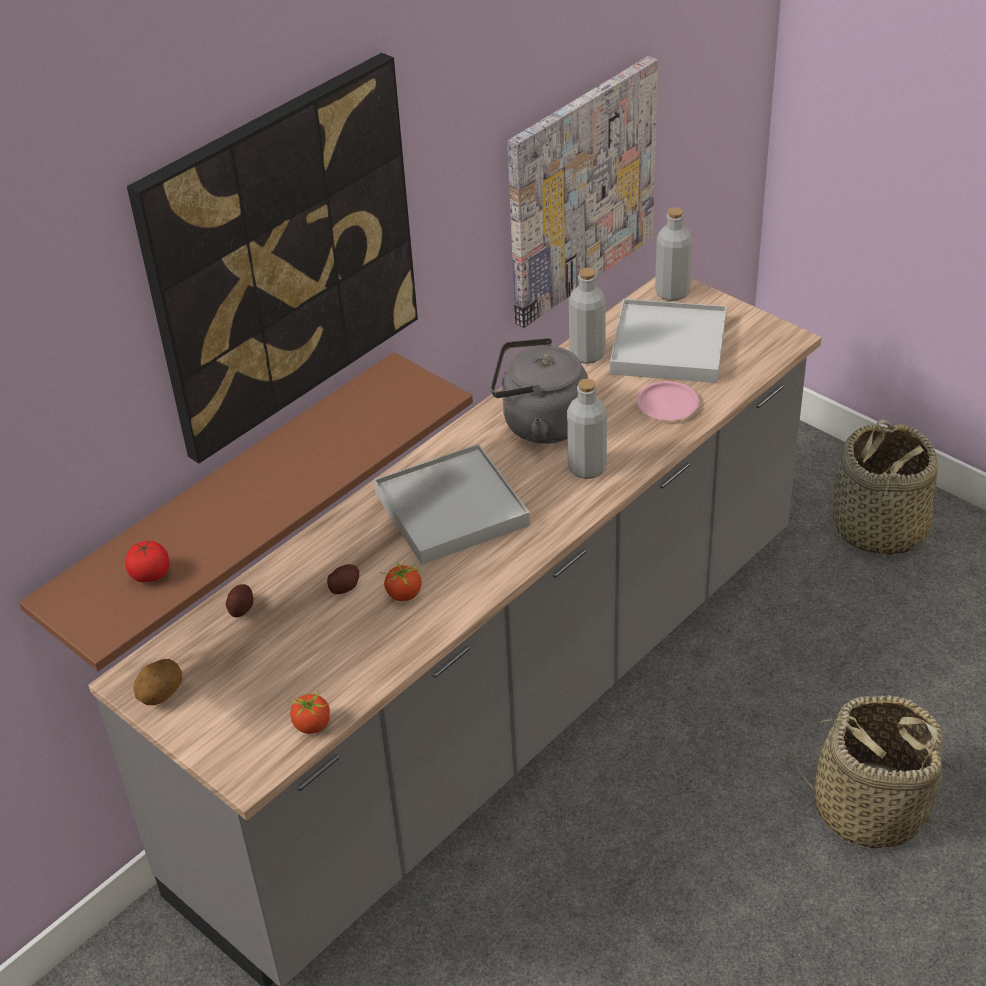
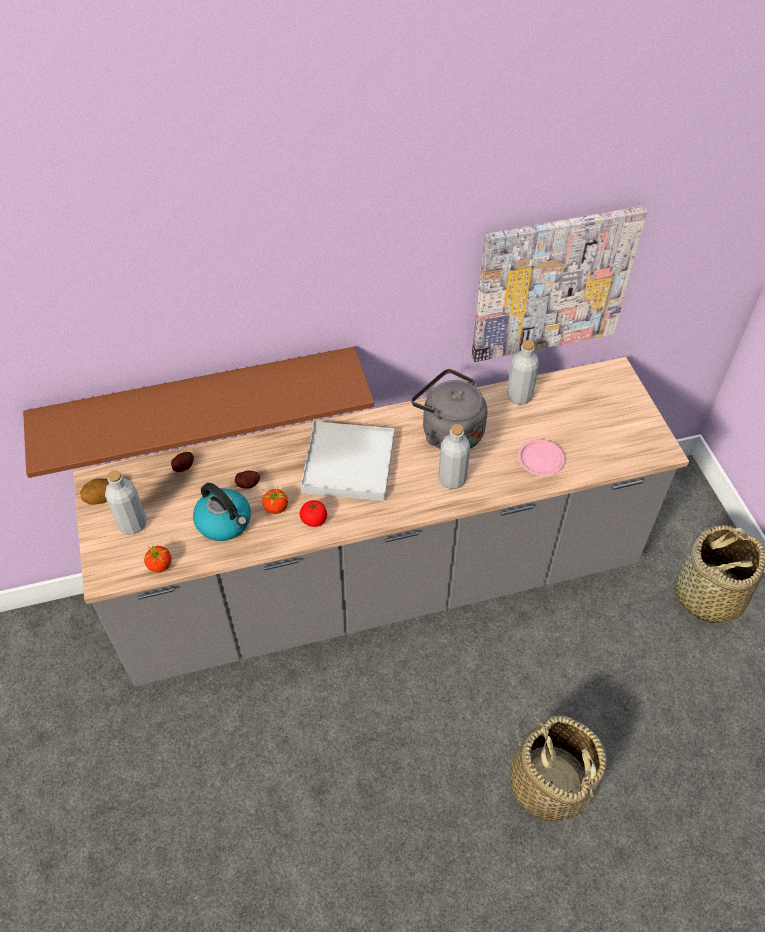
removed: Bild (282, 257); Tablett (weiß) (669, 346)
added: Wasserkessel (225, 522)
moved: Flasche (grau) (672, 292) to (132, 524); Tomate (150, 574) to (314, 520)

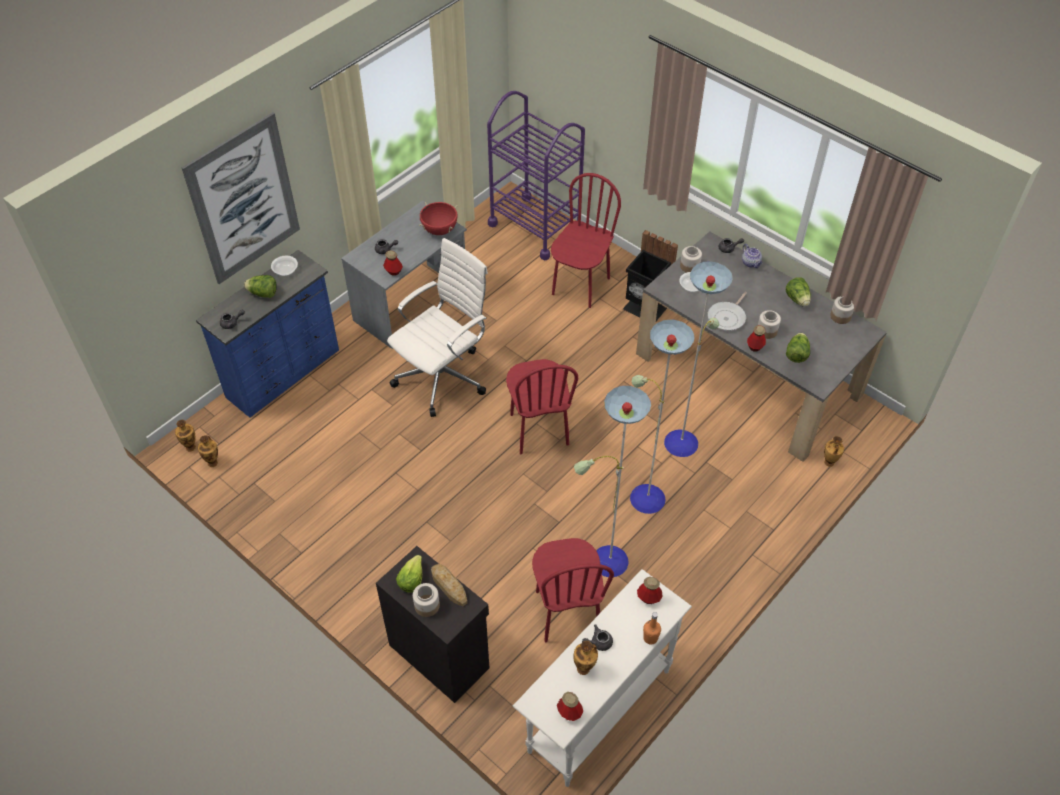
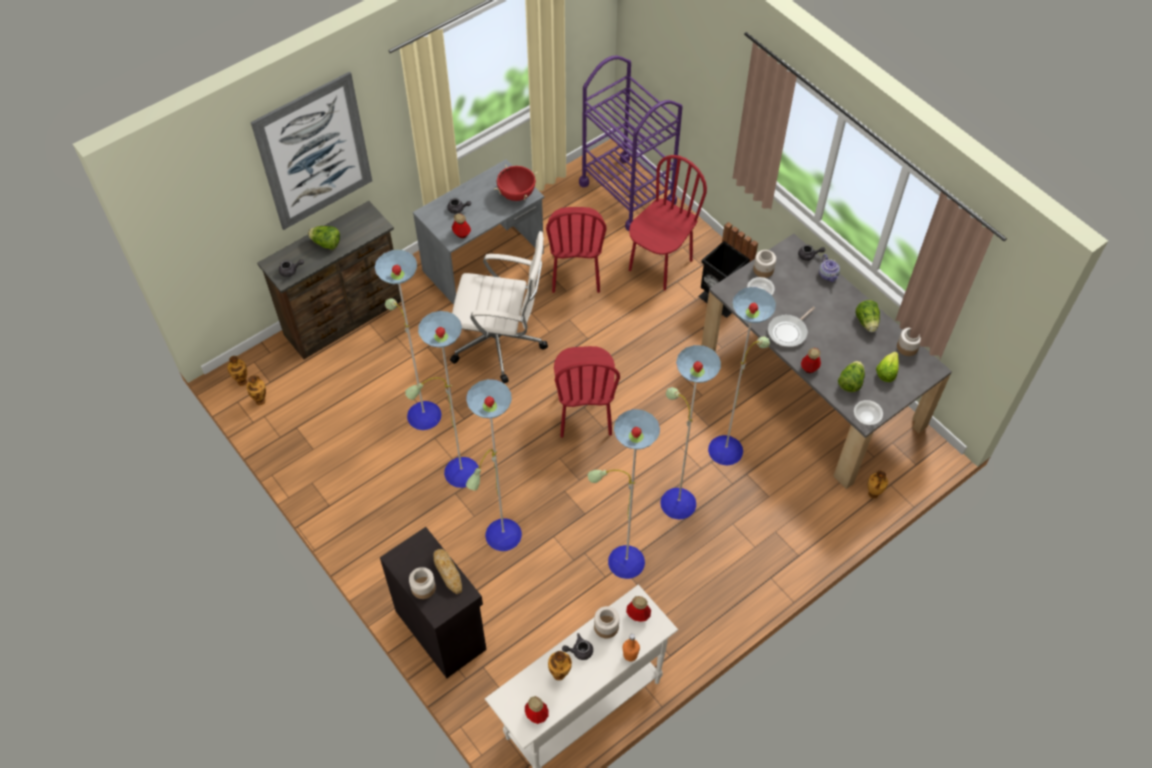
added: Stehlampe (459, 473)
moved: Schüssel (285, 270) to (866, 417); Vorratsglas (767, 331) to (606, 626); Stuhl (rot) (567, 612) to (576, 273); Salatkopf (411, 579) to (886, 372)
recoloured: Kommode (blau) (285, 374) to Kommode (braun) (345, 318)
turned: Bürostuhl (weiß) (443, 376) = (501, 343) 45 degrees clockwise

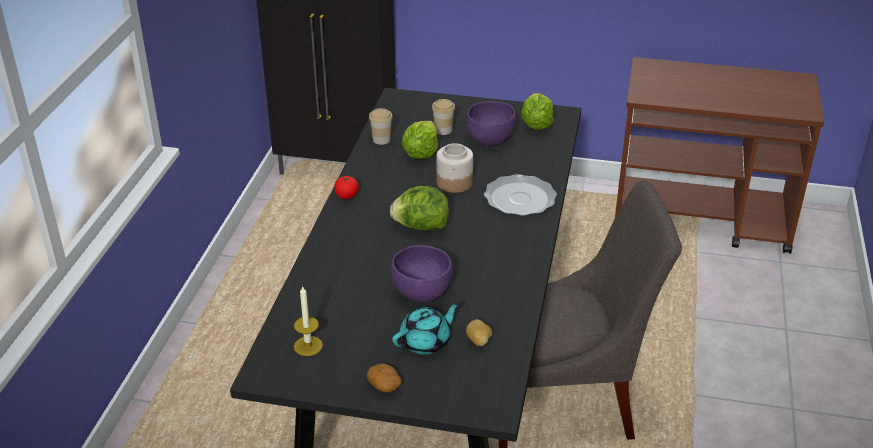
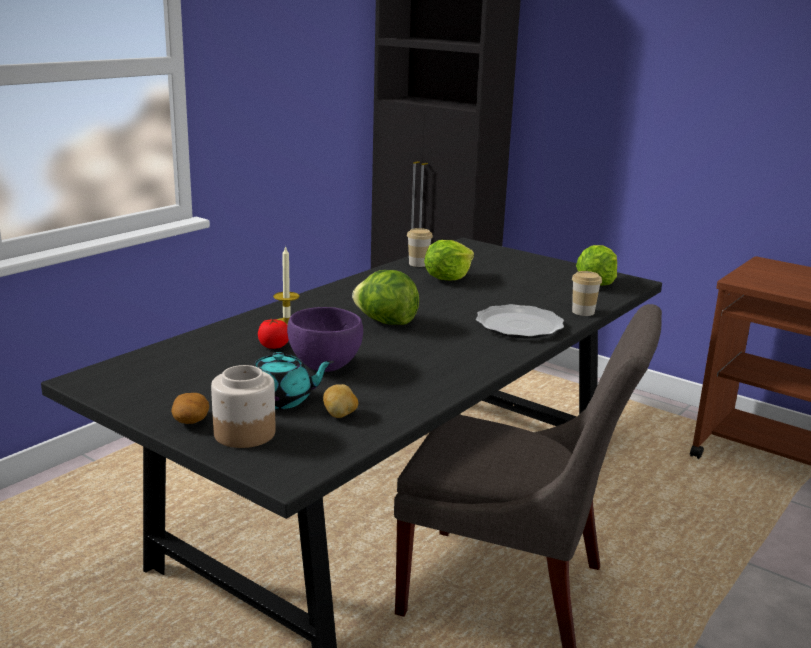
removed: Schüssel (lila) (490, 140)
moved: Tasse (443, 130) to (583, 312); Vorratsglas (454, 183) to (244, 434); Tomate (346, 195) to (274, 346); Kerze (308, 346) to (286, 323)

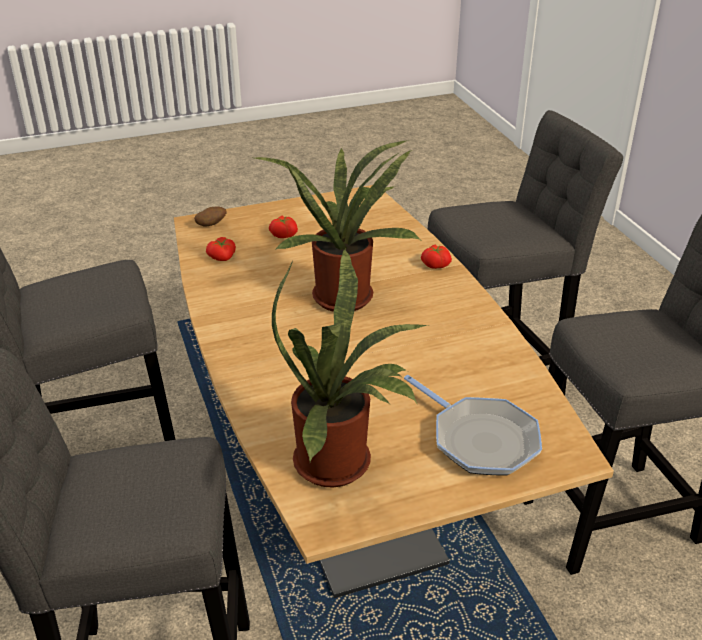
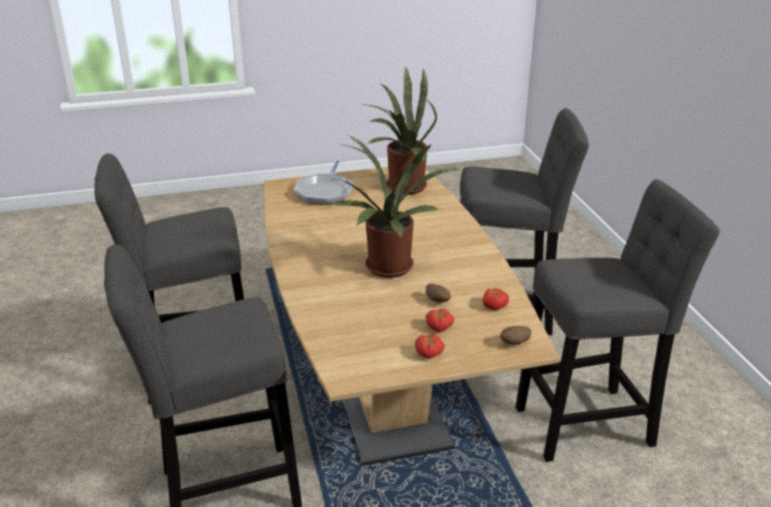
added: Kartoffel (437, 301)
moved: Tomate (436, 264) to (428, 354)
turned: Pfanne (480, 439) = (325, 192) 135 degrees counterclockwise

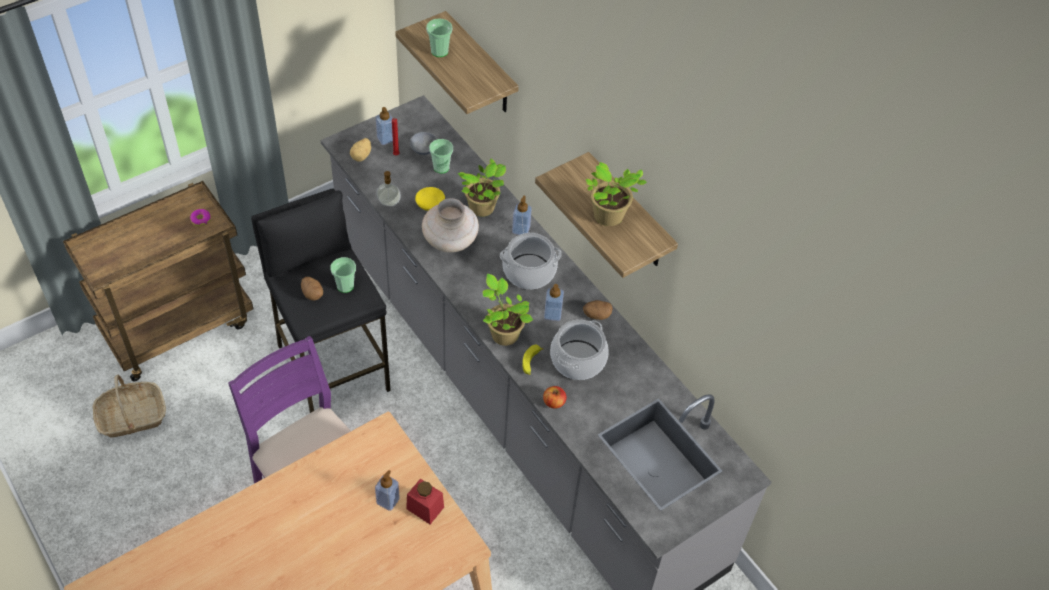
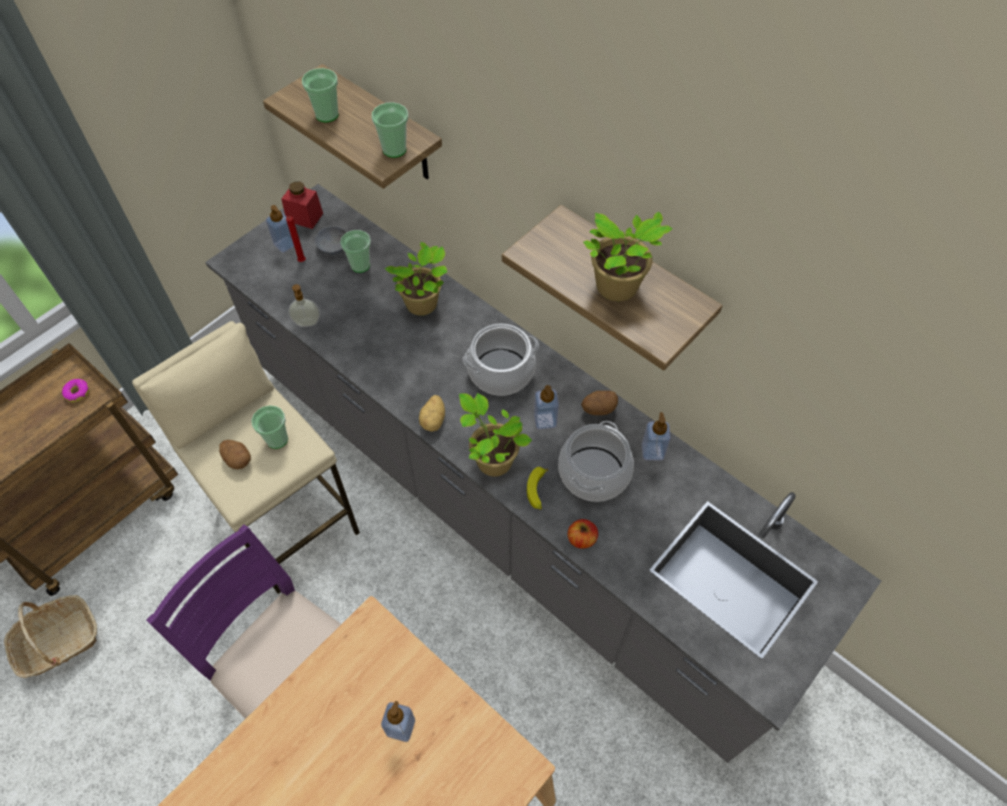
removed: Schüssel (gelb) (430, 204); Vase (beige) (450, 242)
added: Tasse (394, 149)
moved: Kartoffel (362, 156) to (434, 420); Seifenspender (521, 229) to (652, 451); Vorratsglas (rot) (425, 508) to (305, 217)
recoloured: Hocker (schwarz) (333, 367) to Hocker (beige) (287, 520)

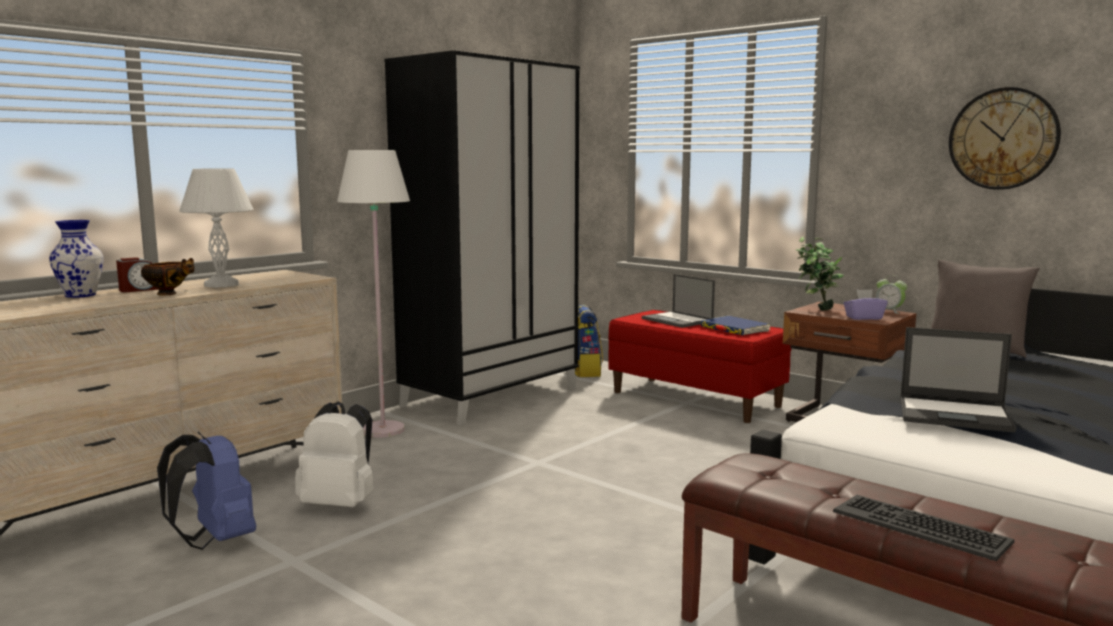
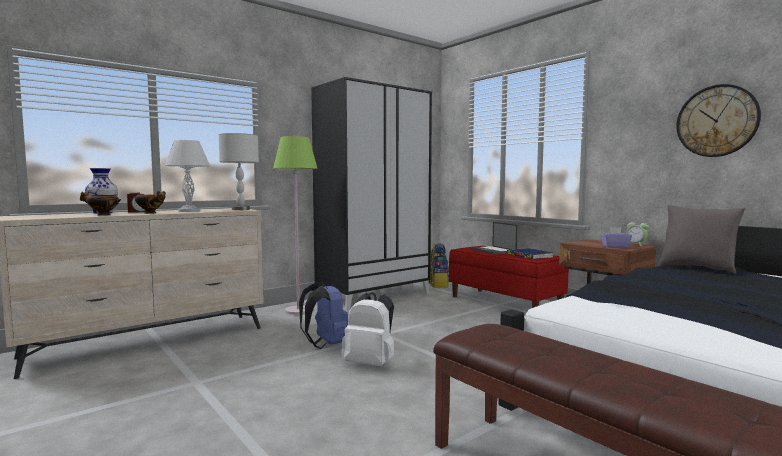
removed: Topfpflanze (815, 310); Laptop (956, 415); Tastatur (920, 527)
added: Tischlampe (grau) (241, 209); Schüssel (102, 215)
moved: Rucksack (weiß) (340, 504) to (371, 363); Rucksack (blau) (215, 540) to (326, 345)
recoloured: Stehlampe (weiß) (383, 430) to Stehlampe (grün) (298, 310)

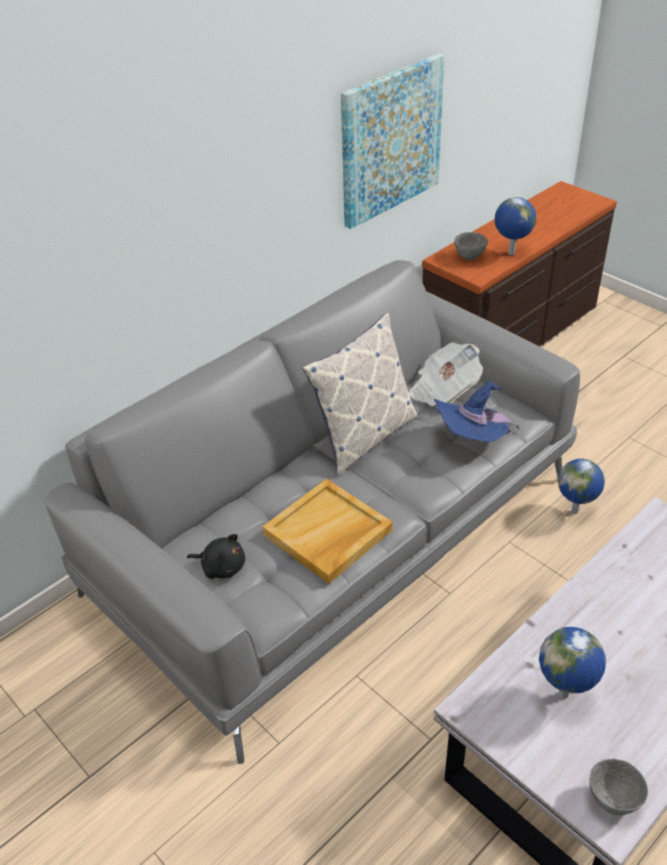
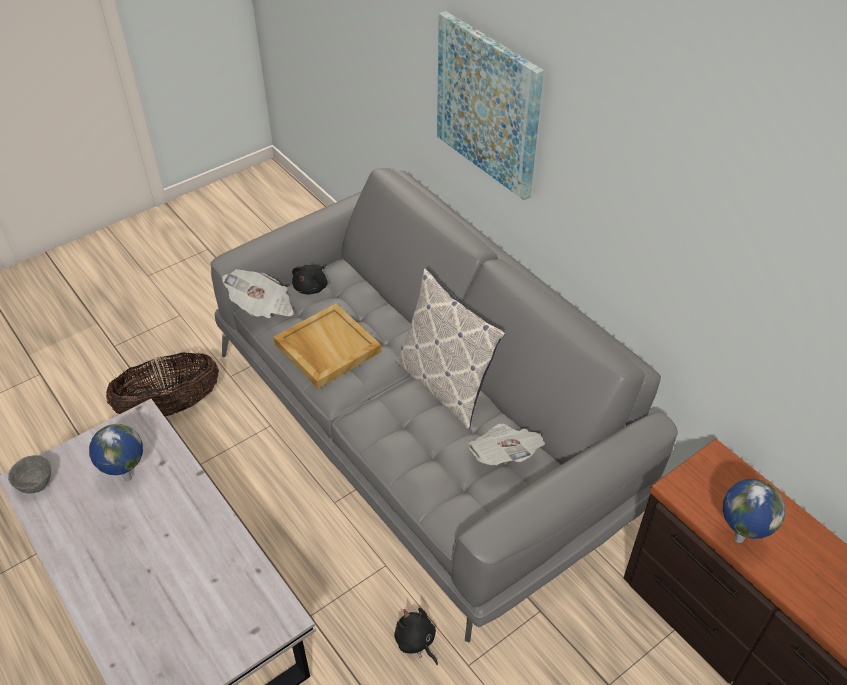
removed: Schüssel (grau) (469, 256); Hut (blau) (472, 440)
added: Zeitung (262, 306); Korb (170, 407)
moved: Bild (390, 141) to (488, 105)
replaced: Globus (575, 511) to Plüschtier (schwarz) (416, 641)

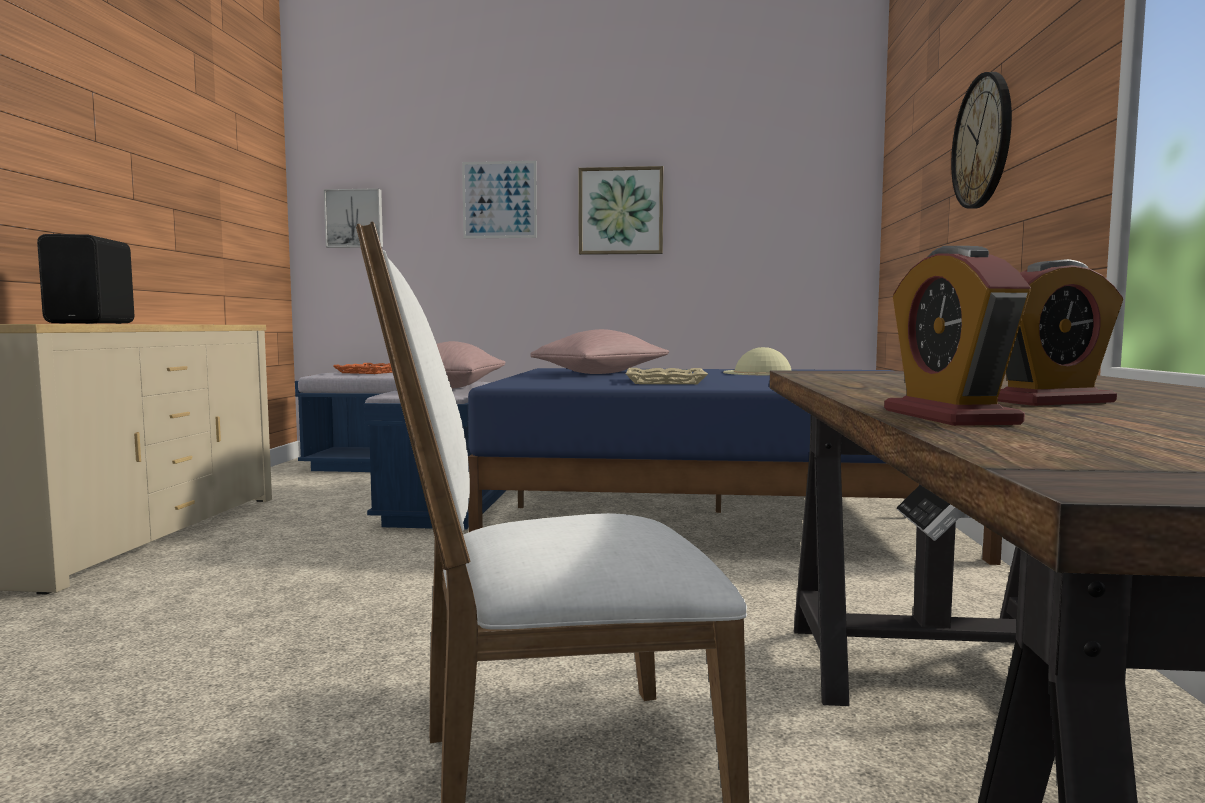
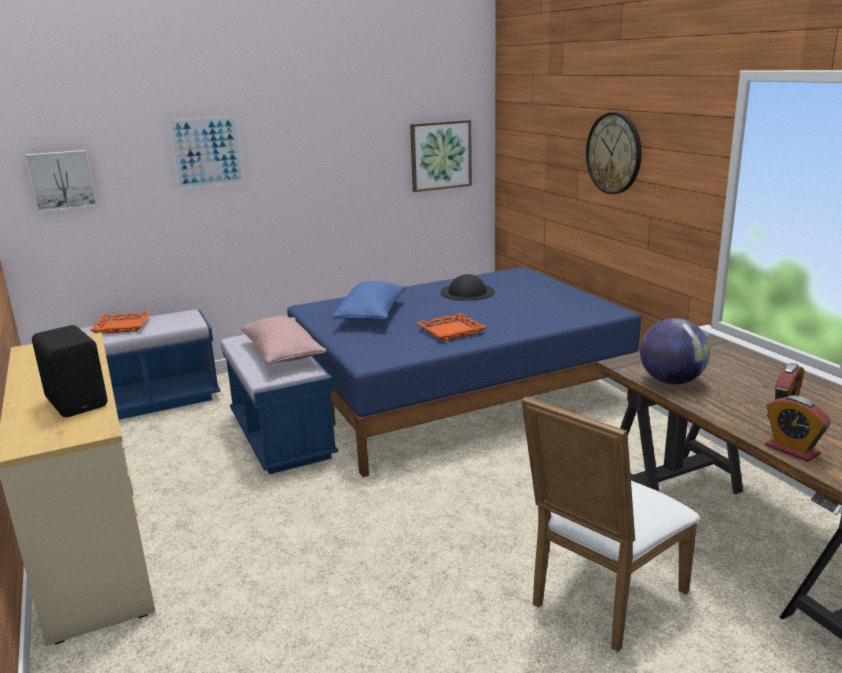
added: Globus (671, 381)
moved: Bild (620, 211) to (440, 155)
recoloured: Kissen (rosa) (602, 373) to Kissen (blau) (372, 315); Hut (beige) (763, 373) to Hut (schwarz) (467, 292); Tablett (beige) (665, 382) to Tablett (orange) (451, 331)

